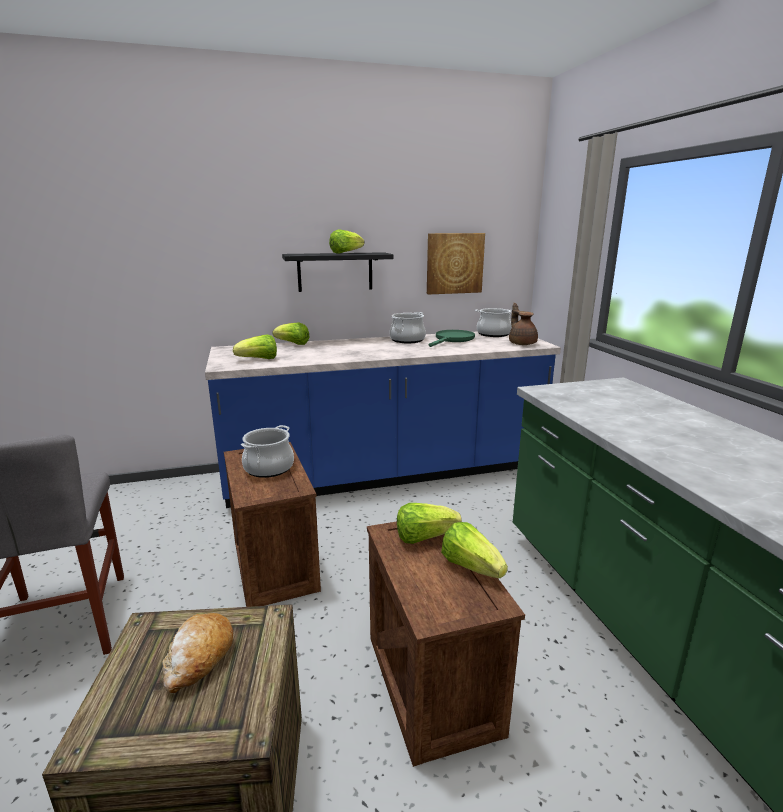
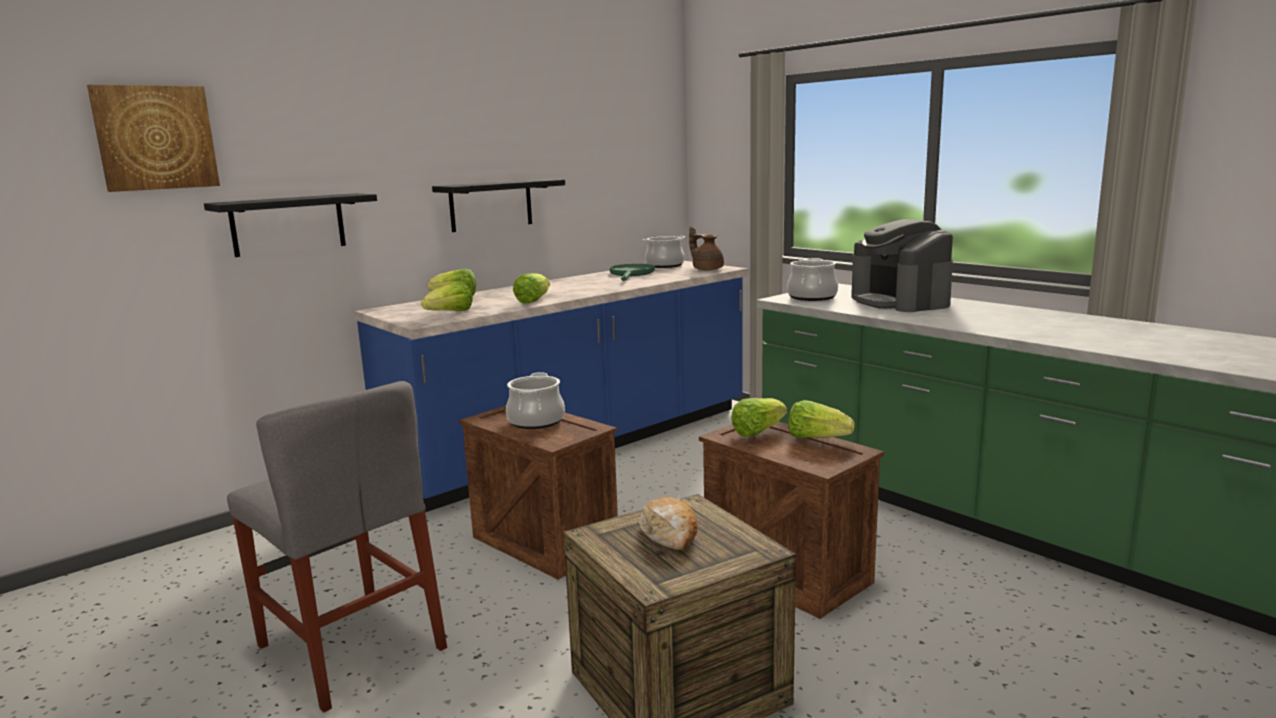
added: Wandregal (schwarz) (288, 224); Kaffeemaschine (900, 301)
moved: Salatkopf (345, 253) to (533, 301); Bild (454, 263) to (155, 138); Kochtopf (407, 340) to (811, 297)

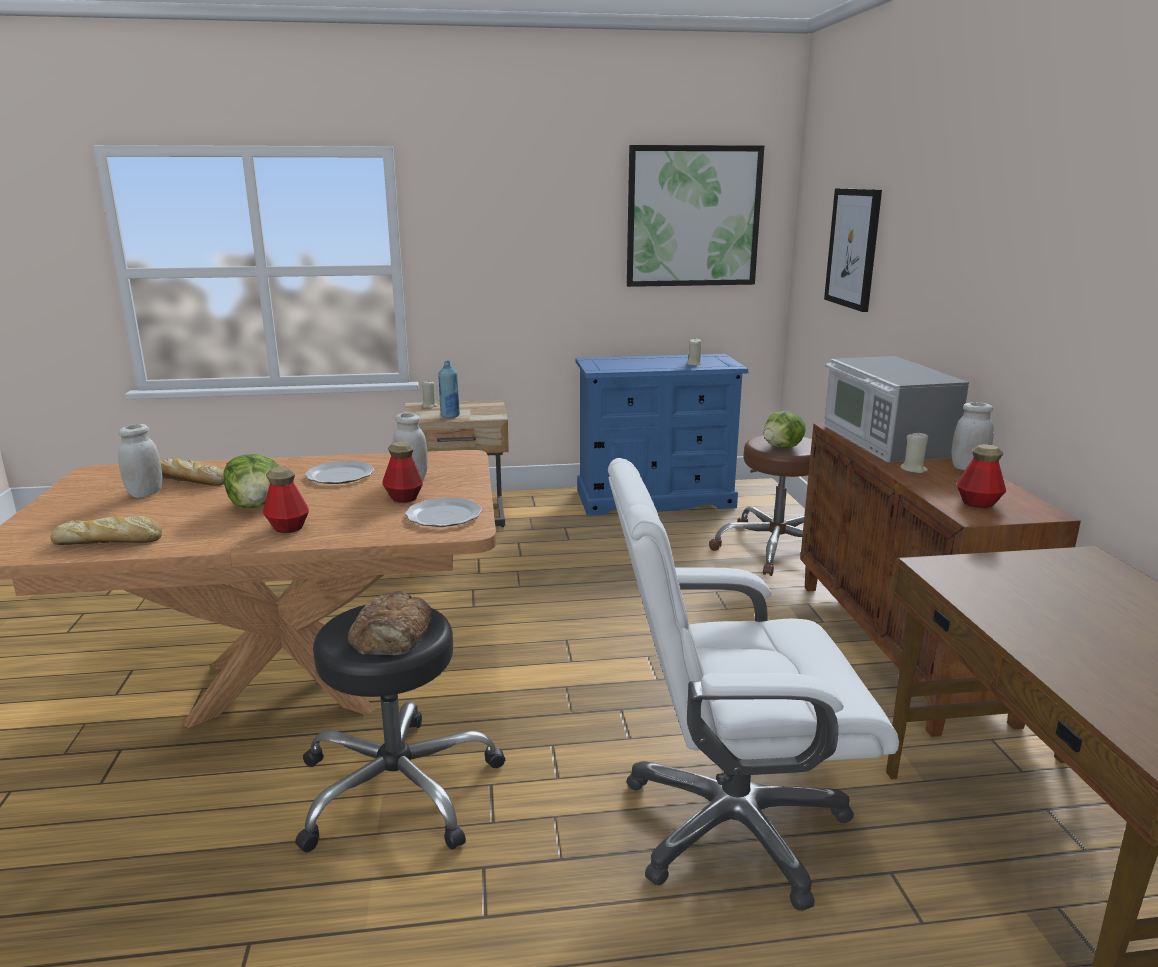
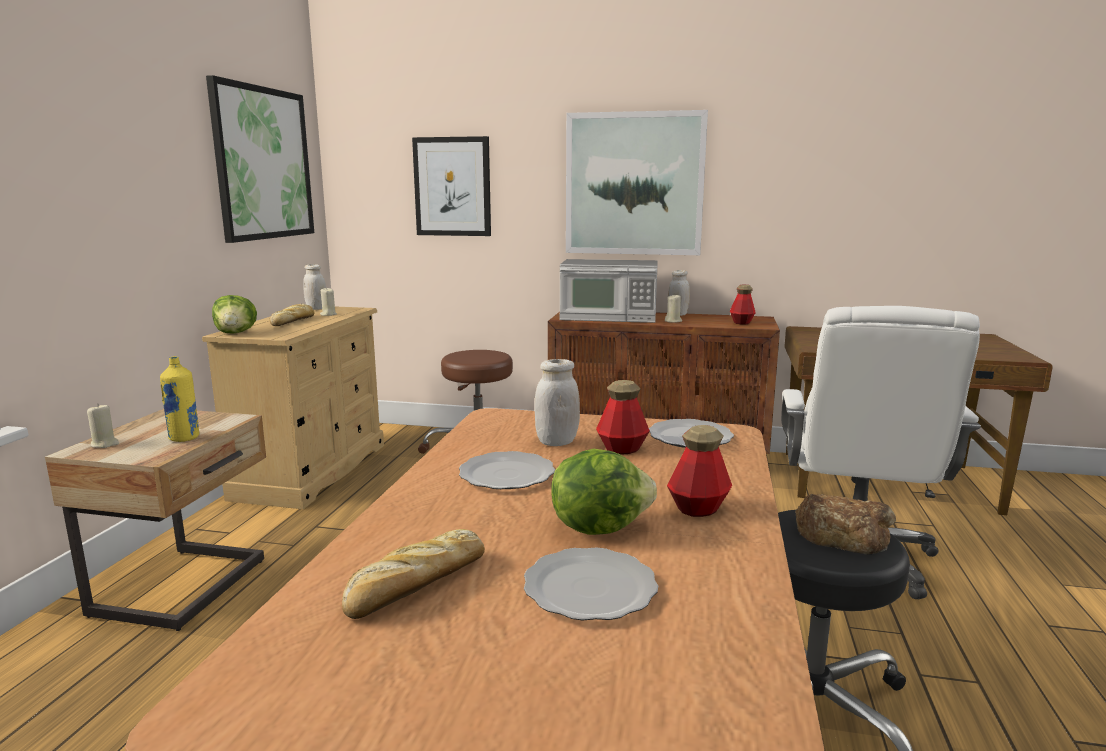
added: Bild (634, 184); Teller (588, 587)
moved: Salatkopf (783, 447) to (236, 333); Vorratsglas (weiß) (145, 493) to (316, 308); Brot (110, 541) to (293, 320)
recoloured: Kommode (blau) (655, 499) to Kommode (beige) (312, 470); Flasche (blau) (450, 416) to Flasche (gelb) (184, 438)

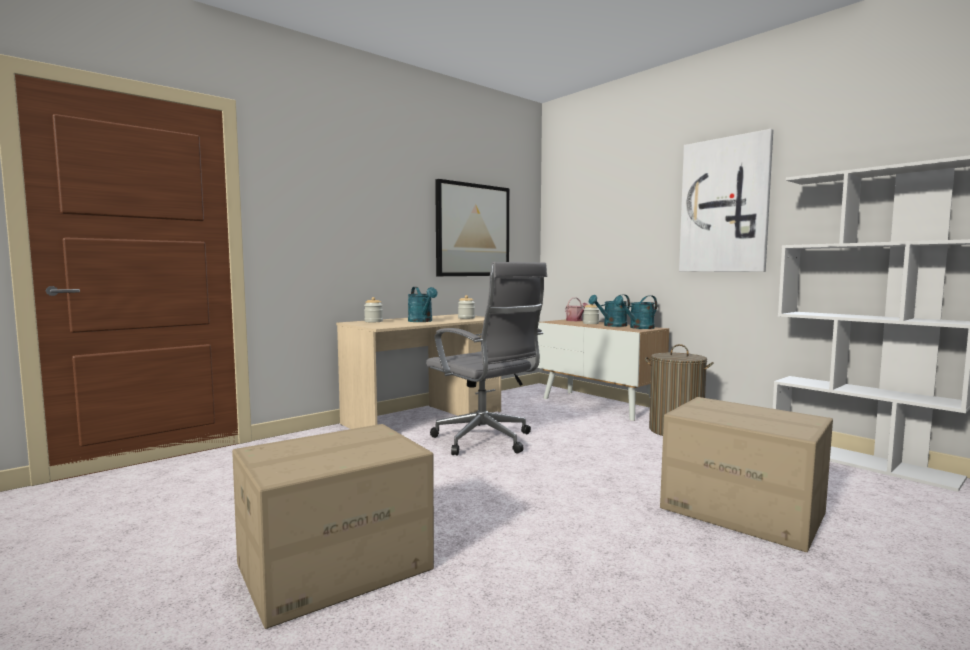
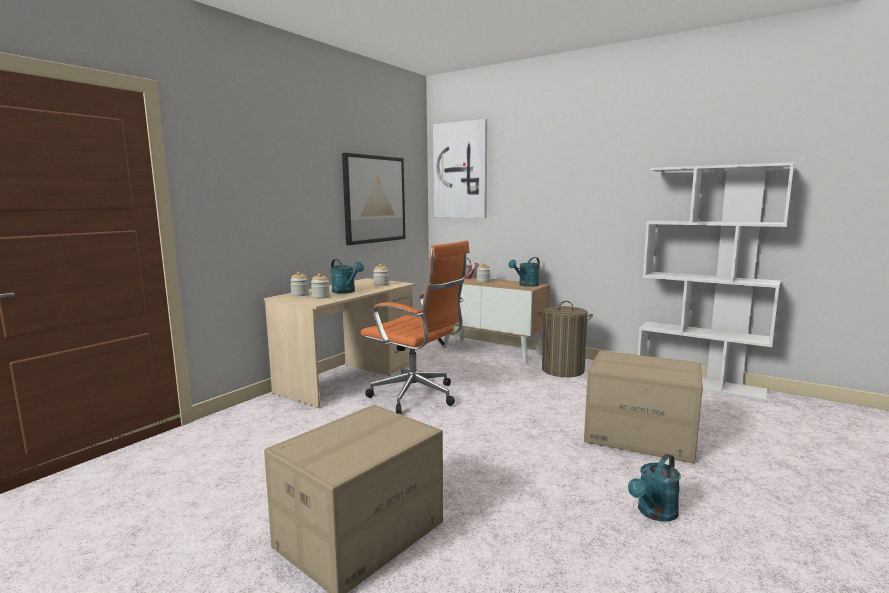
added: Vorratsglas (320, 297)
moved: Bild (724, 205) to (460, 170); Gießkanne (türkis) (611, 325) to (654, 513)
recoloured: Bürostuhl (grau) (486, 441) to Bürostuhl (orange) (417, 397)

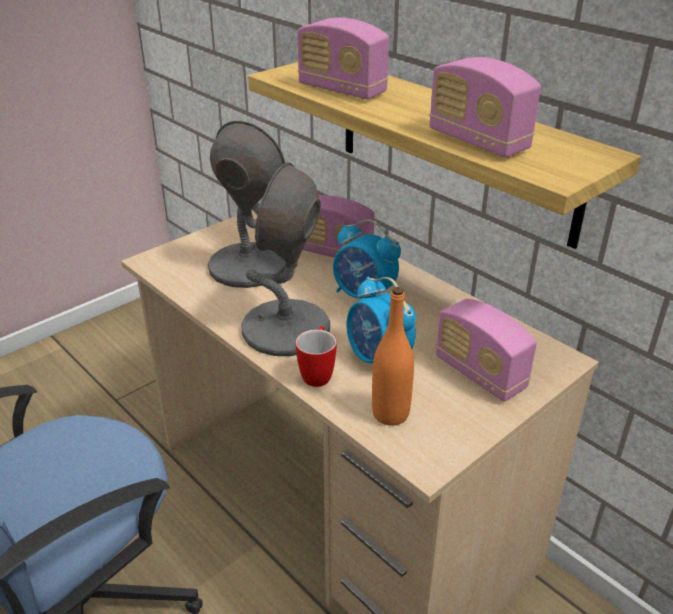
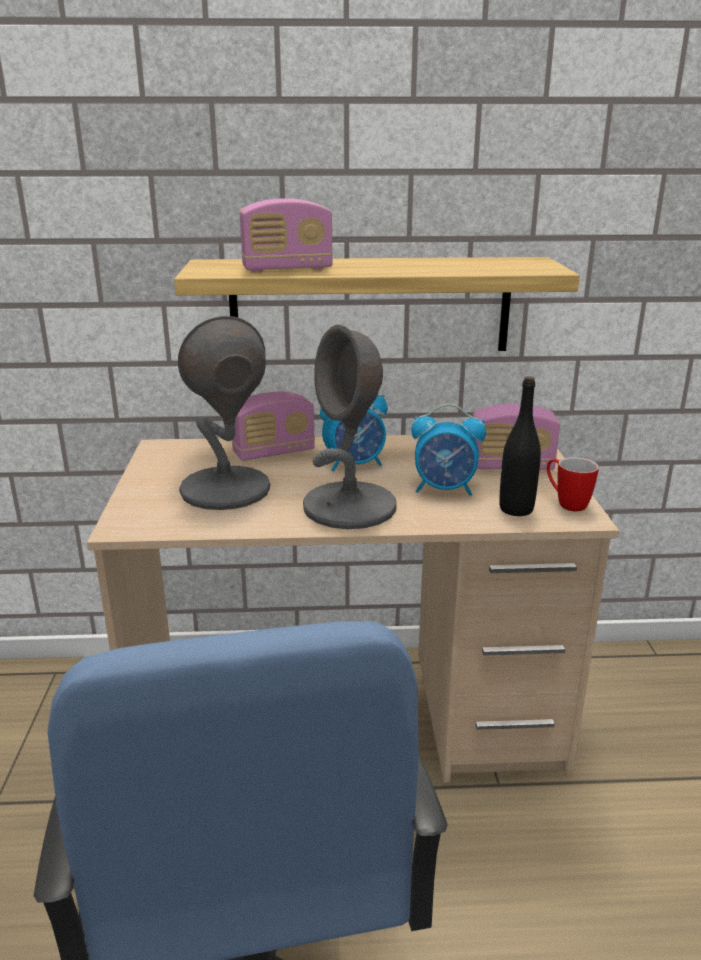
removed: Radio (478, 141)
moved: Henkelbecher (318, 373) to (566, 503)
recoloured: Flasche (orange) (390, 414) to Flasche (schwarz) (516, 509)

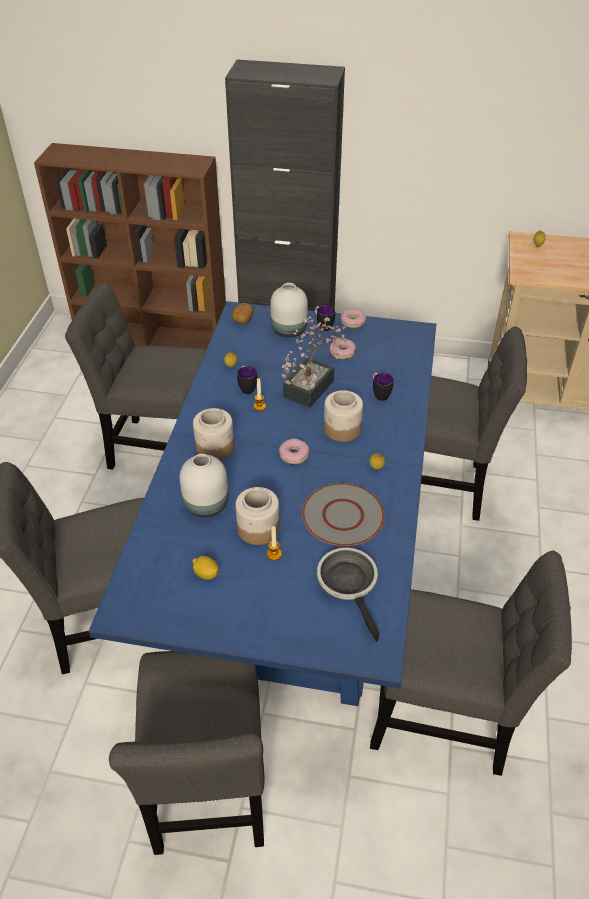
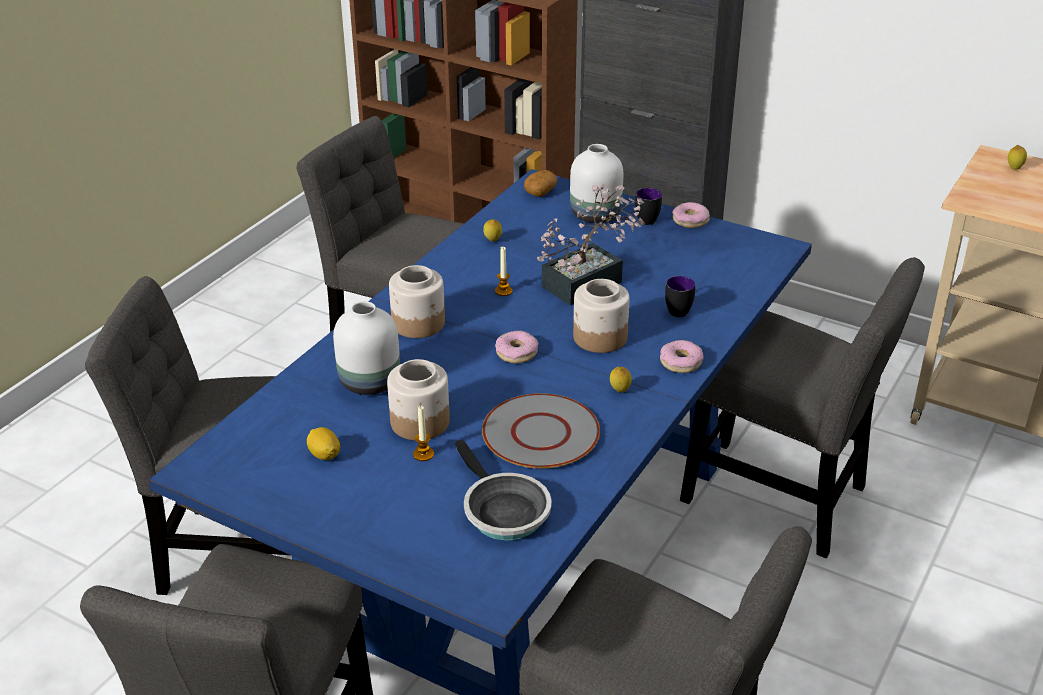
removed: Henkelbecher (246, 388)
moved: Donut (342, 352) to (680, 362)
turned: Pfanne (349, 584) = (502, 511) 150 degrees clockwise

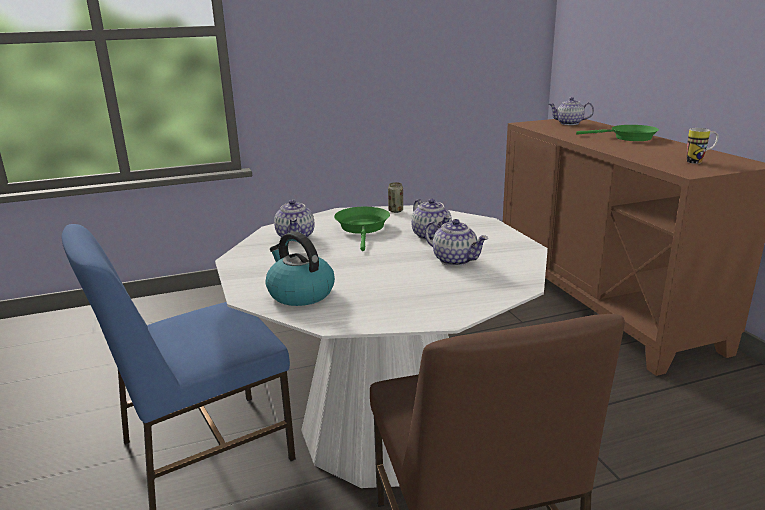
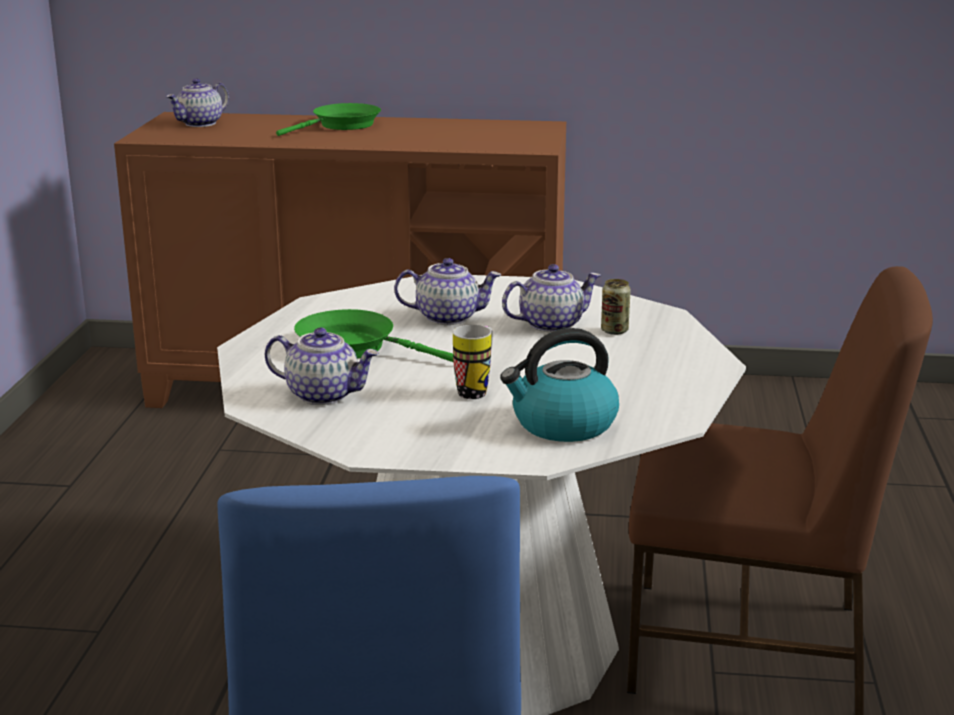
moved: Henkelbecher (699, 162) to (476, 390); Dose (395, 211) to (614, 331)

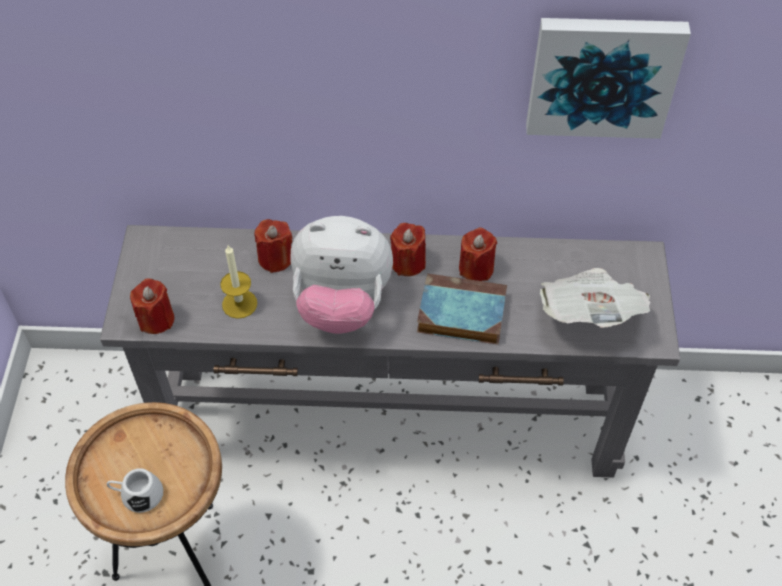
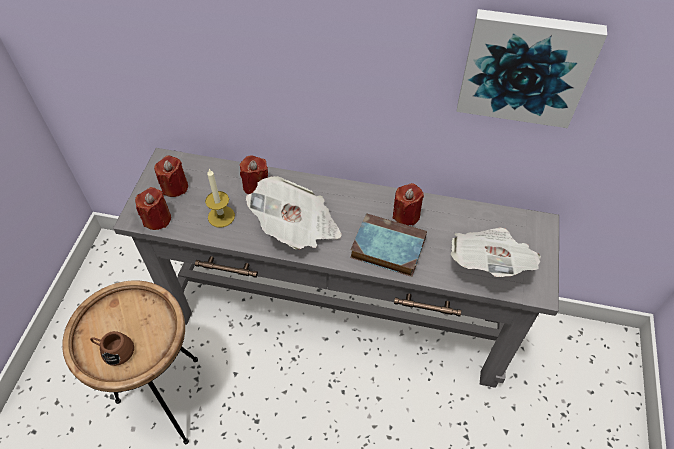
moved: Kerze (rot) (408, 263) to (175, 187)
replaced: Plüschtier (341, 304) to Zeitung (297, 228)
recoloured: Henkelbecher (weiß) (137, 495) to Henkelbecher (braun) (114, 351)

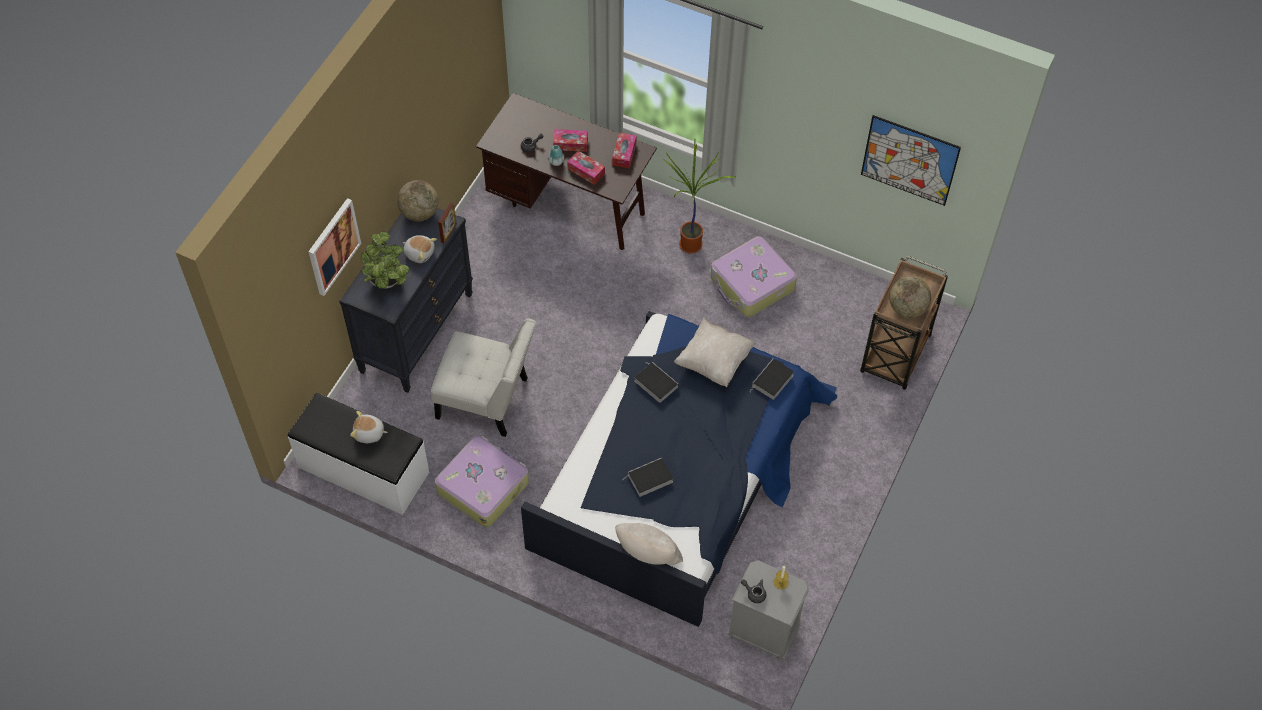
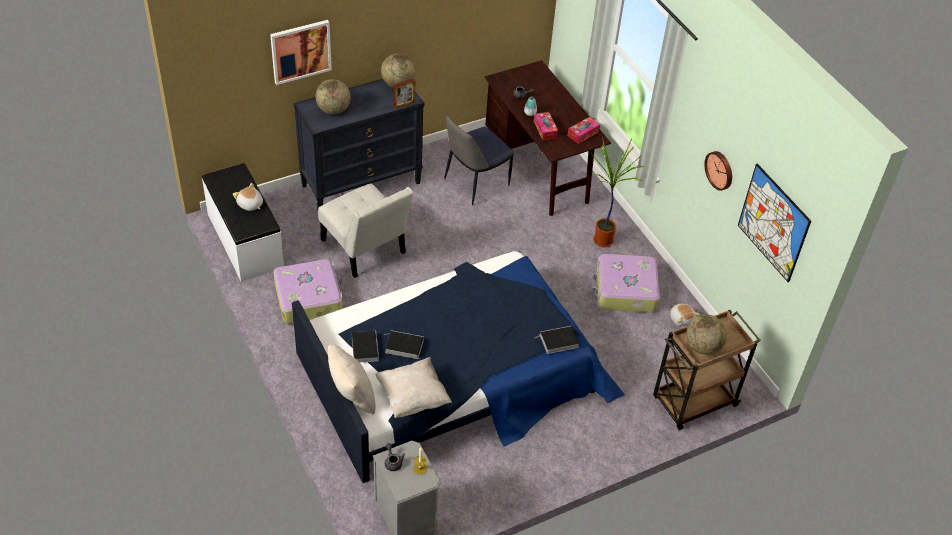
removed: Taschentuchbox (570, 144)
added: Stuhl (475, 183); Wanduhr (720, 170)
moved: Plüschtier (419, 253) to (682, 319); Kissen (beige) (714, 361) to (412, 398); Buch (654, 383) to (364, 347)
replaced: Topfpflanze (387, 283) to Globus (333, 110)

